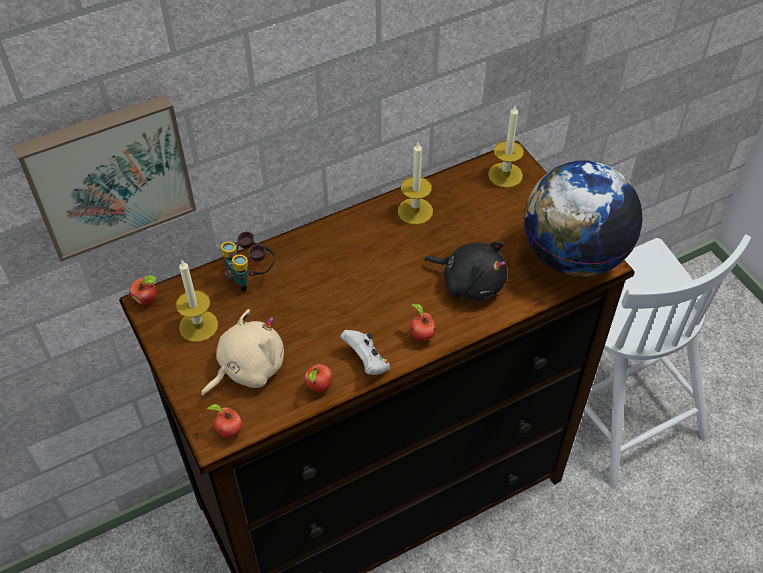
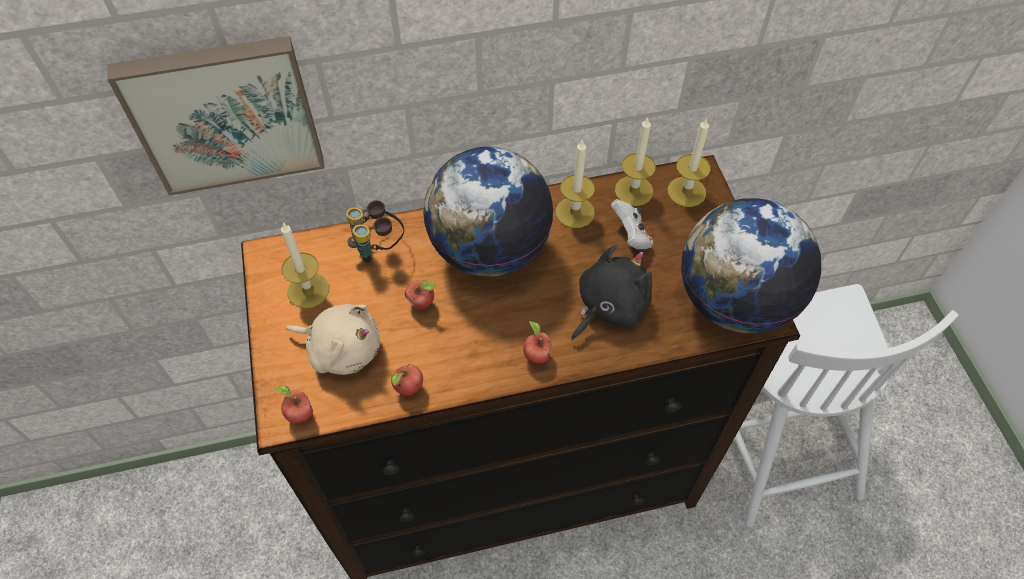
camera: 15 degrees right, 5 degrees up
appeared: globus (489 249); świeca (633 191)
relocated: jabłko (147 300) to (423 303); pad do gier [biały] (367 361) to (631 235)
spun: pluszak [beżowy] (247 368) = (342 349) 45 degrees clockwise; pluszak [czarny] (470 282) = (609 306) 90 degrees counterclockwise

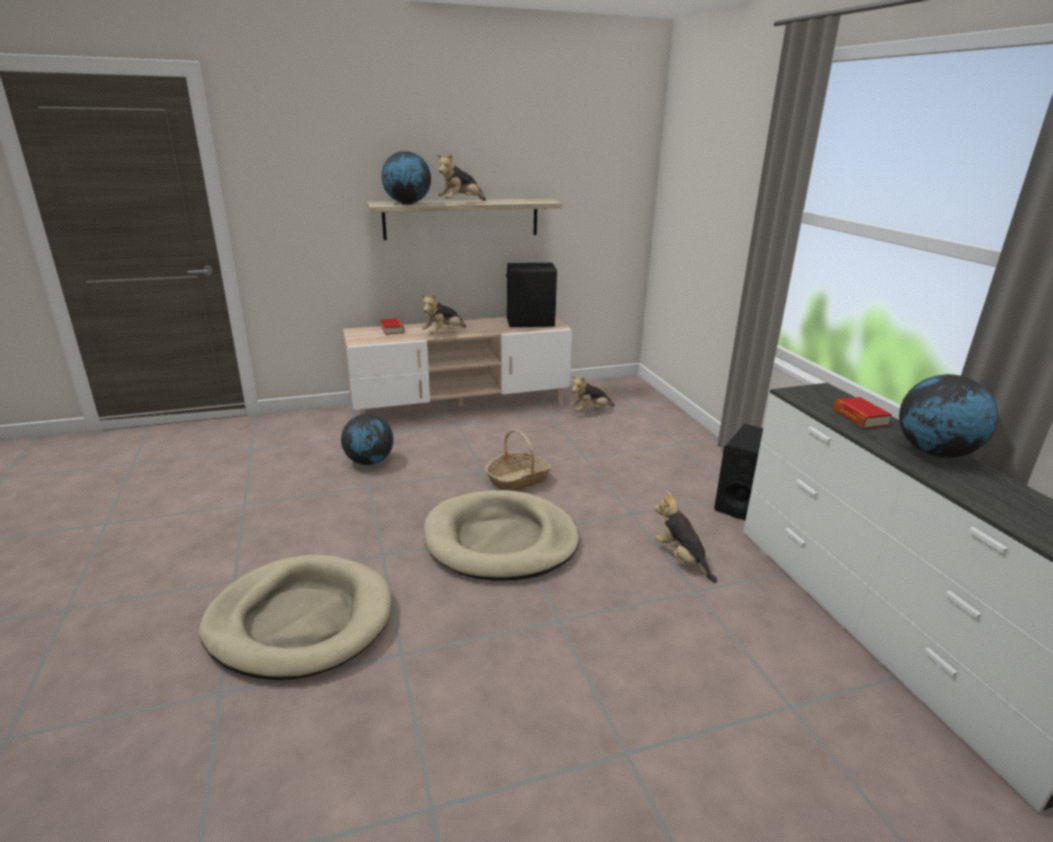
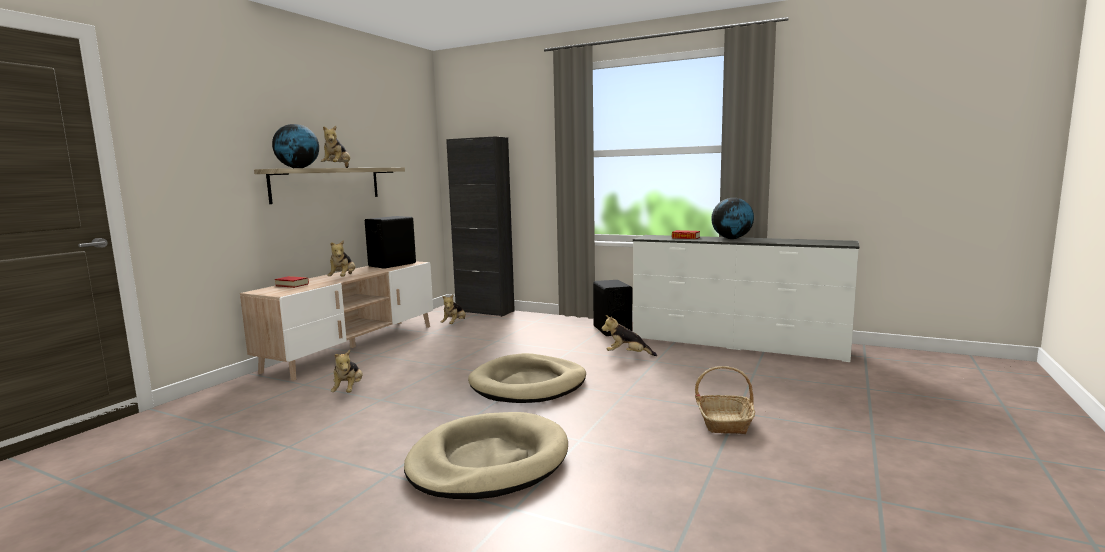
camera: 45 degrees left, 15 degrees down
appeared: szafka [czarny] (485 311)
relocated: koszyk (518 480) to (724 422)
exchanged: globus (370 462) to pluszak (349 390)

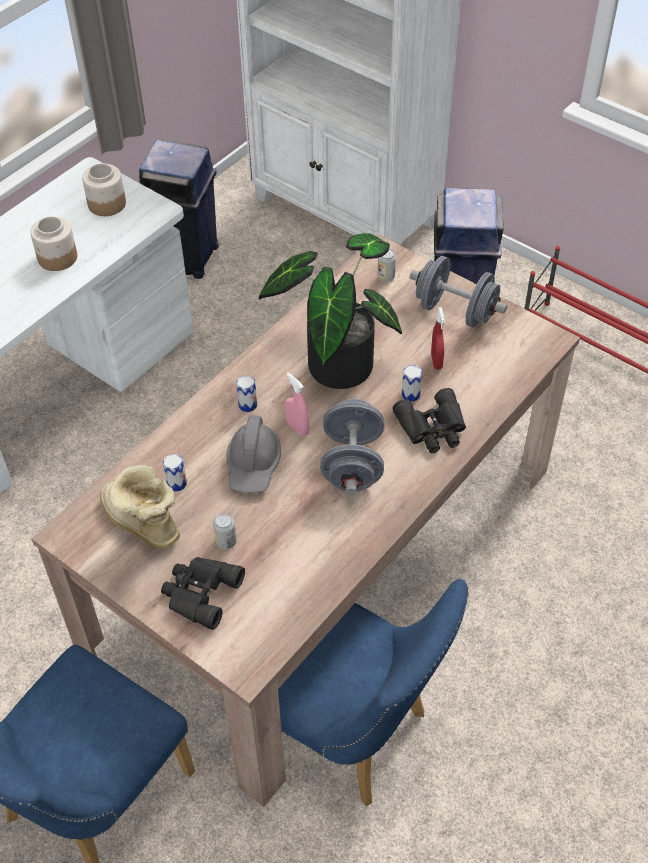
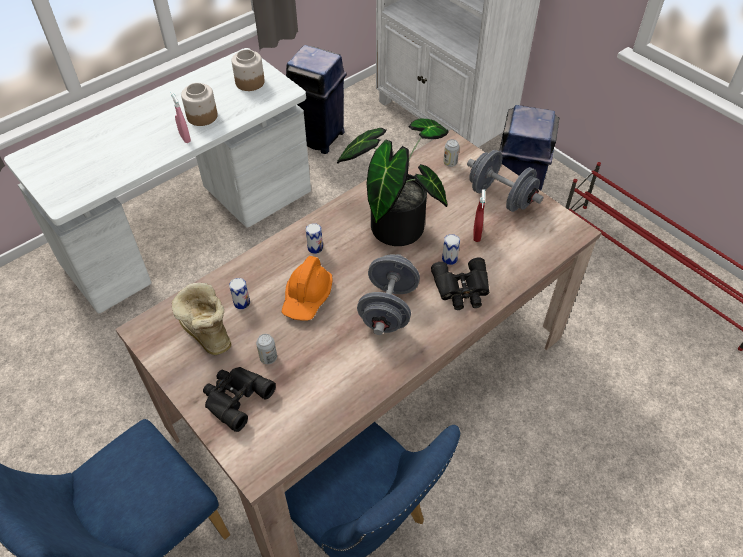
camera: 10 degrees right, 0 degrees up
relocated: spryskiwacz [różowy] (297 428) to (185 138)
colour: kask [szary] (253 465) to kask [pomarańczowy] (307 297)

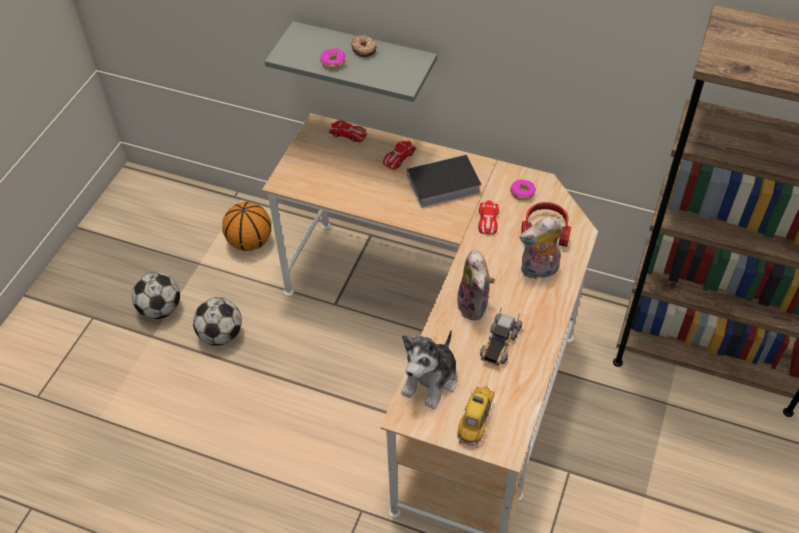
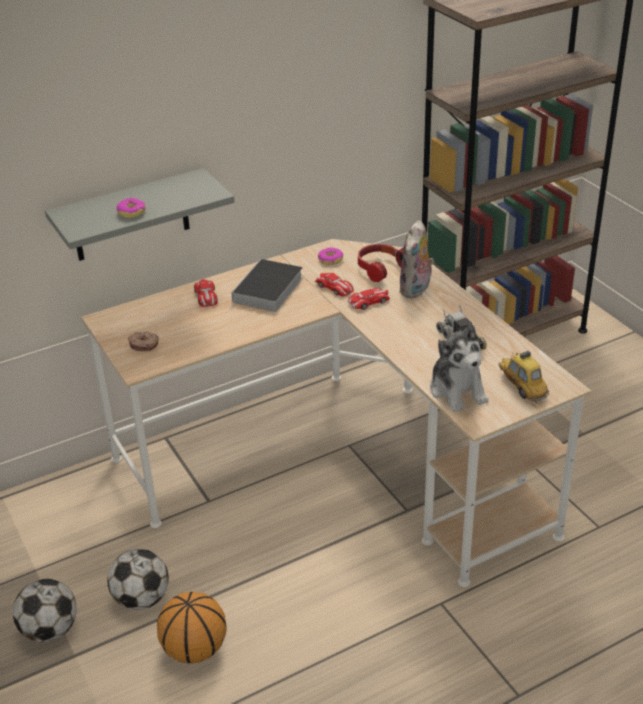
camera: 50 degrees left, 15 degrees down
missing: pluszak (475 306)
relocated: piłka do koszykówki (250 241) to (195 648); samochodzik (348 134) to (369 302); donut (364 49) to (144 344)

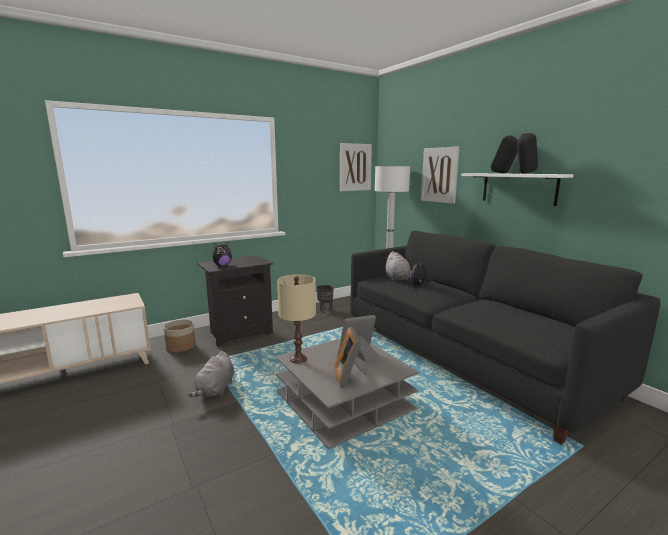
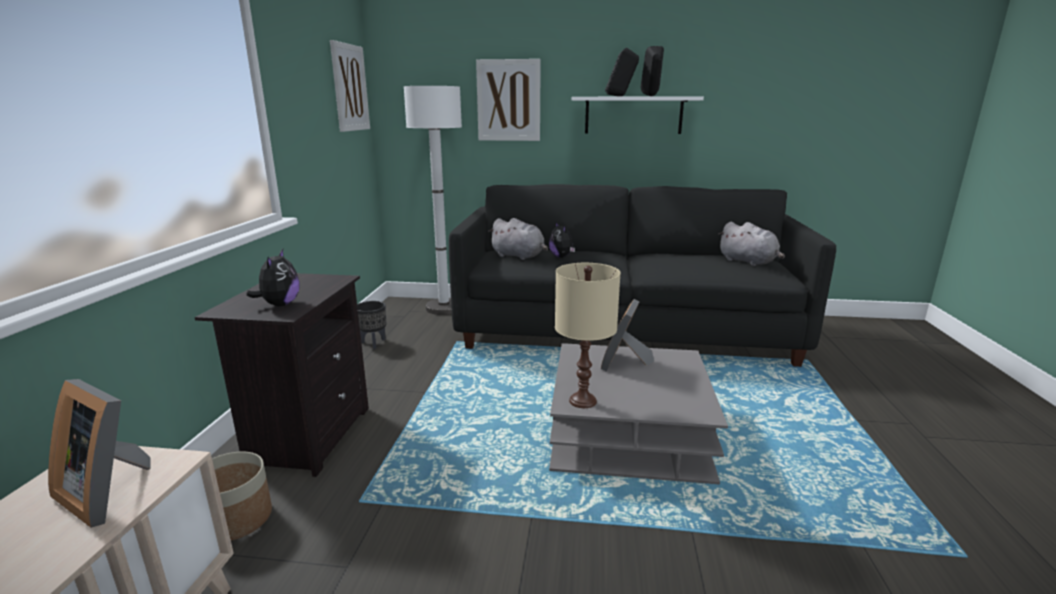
camera: 50 degrees left, 5 degrees up
relocated: pluszak [szary] (215 390) to (749 262); ramka na zdjęcie (350 377) to (110 491)

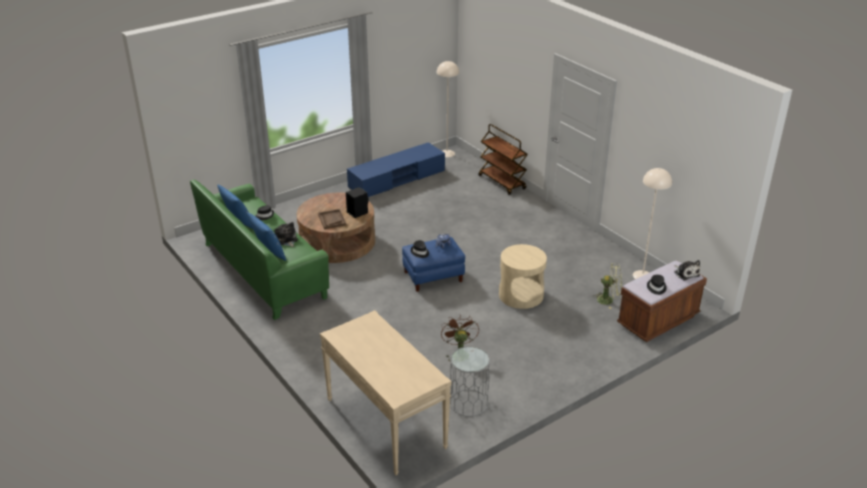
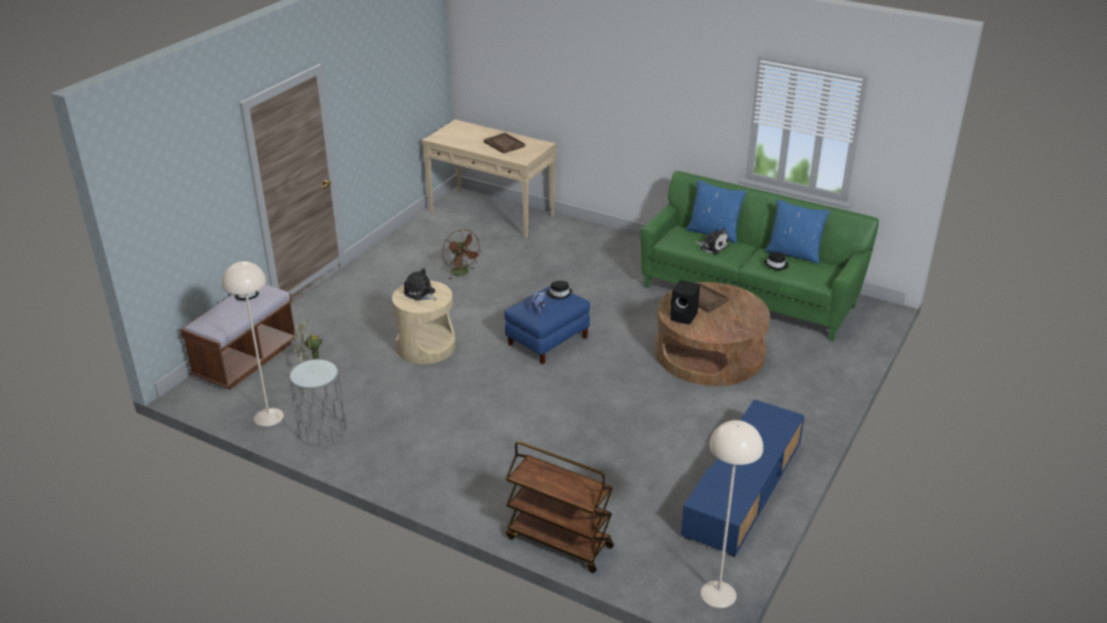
camera: 155 degrees right, 0 degrees up
appeared: taca [brązowy] (504 144)
relocated: stolik [szary] (469 403) to (322 430); pluszak (685 273) to (420 293)

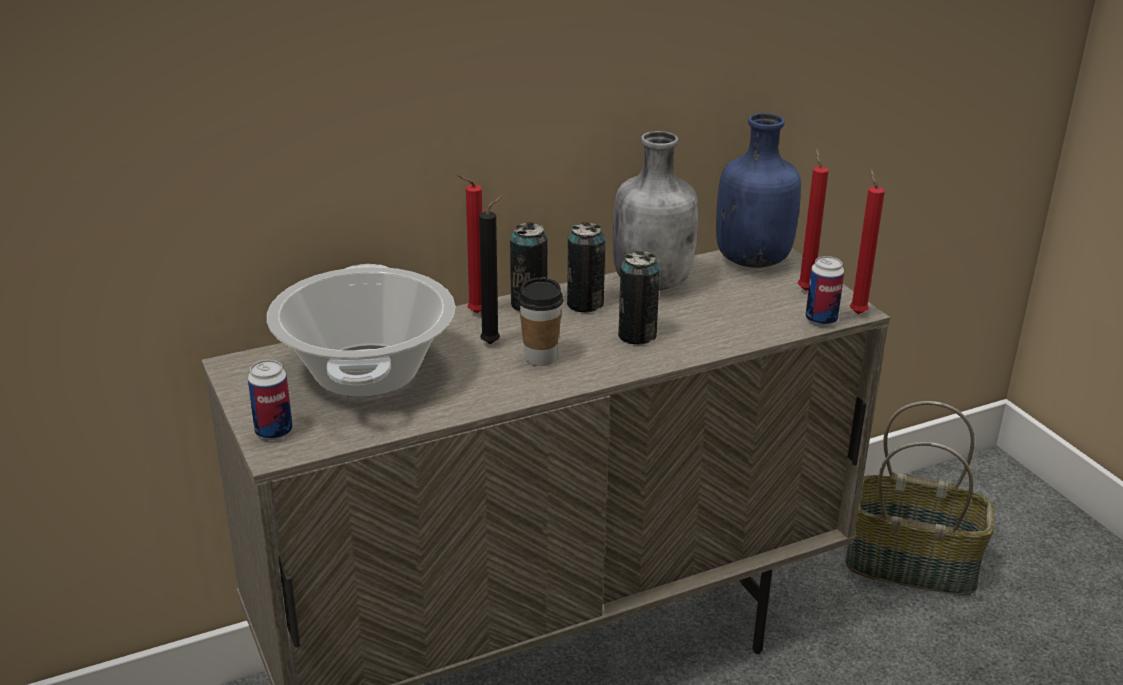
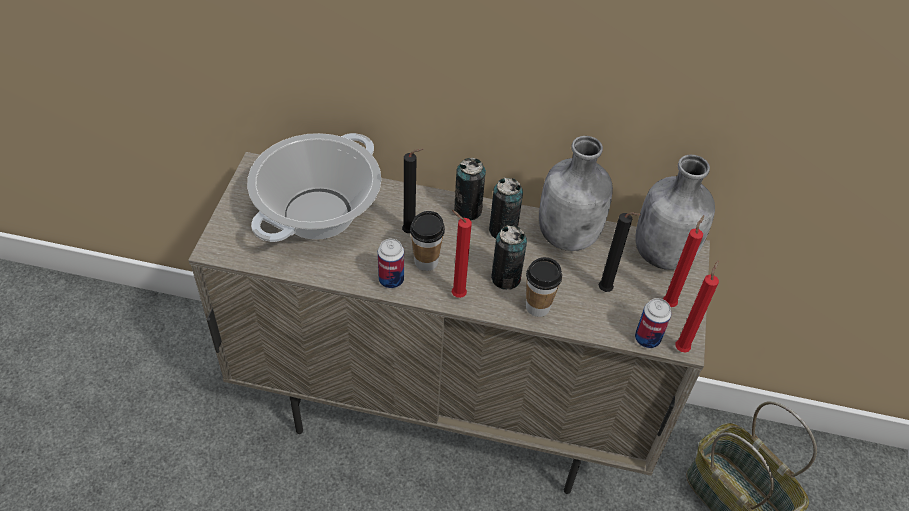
camera: 35 degrees right, 20 degrees up
appeared: filiżanka (537 307); świeca [czarny] (607 291)
relocated: puszka (274 432) to (391 280); świeca [czerwony] (473 313) to (456 294)
colour: butelka [niebieski] (753 260) to butelka [szary] (664 253)

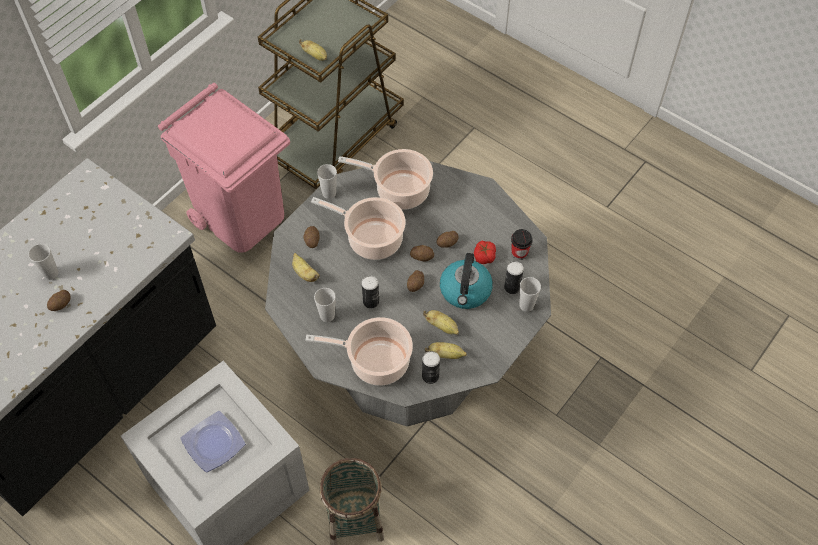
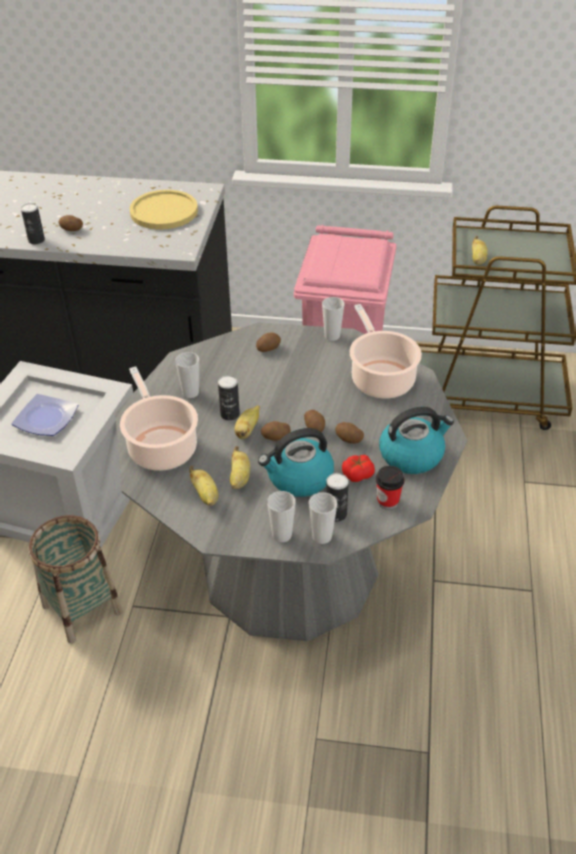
camera: 60 degrees right, 15 degrees down
missing: garnek (371 238)
appeared: talerz [żółty] (164 211); czajnik (412 455)
relocated: filiżanka (51 273) to (282 535); banan (304 273) to (247 430); puszka (430 376) to (36 240)

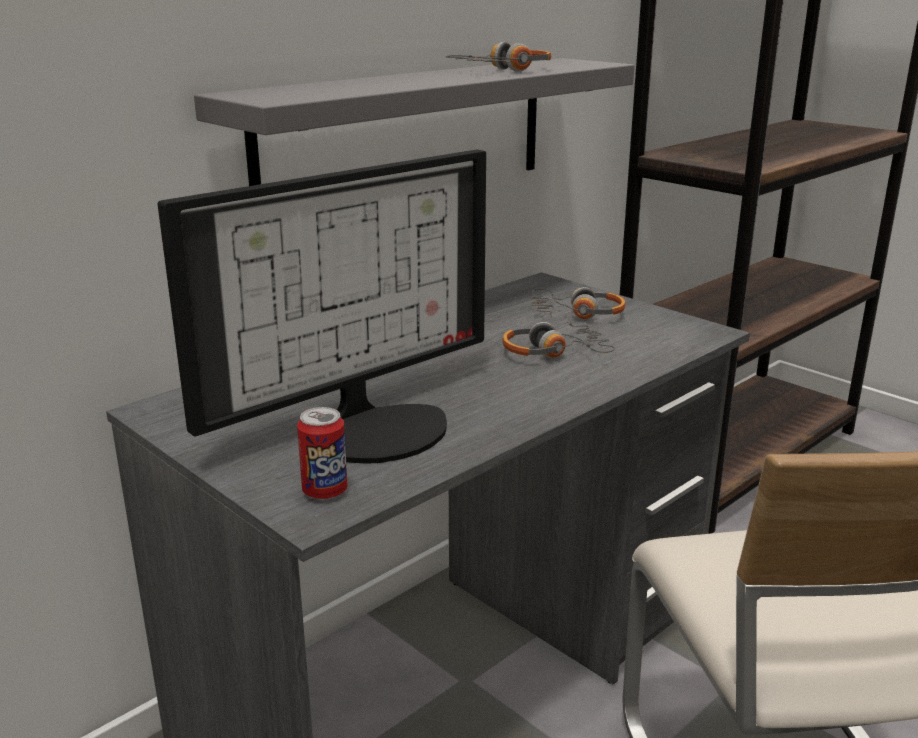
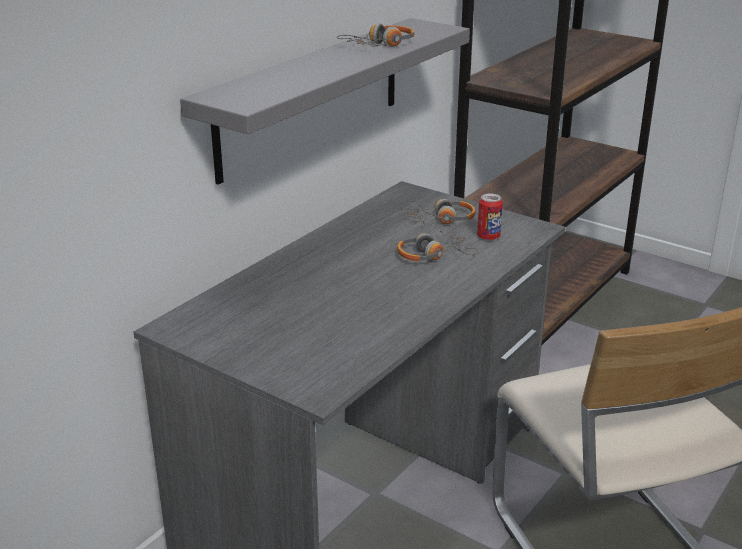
camera: 10 degrees left, 5 degrees up
missing: monitor (377 427)
relocated: puszka (325 491) to (488 237)

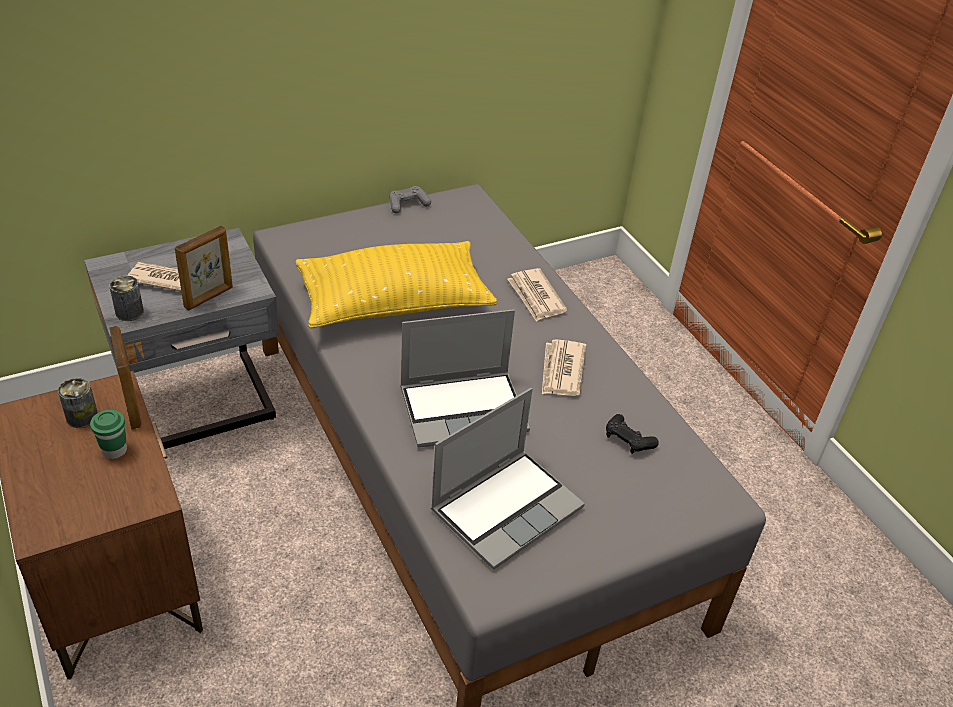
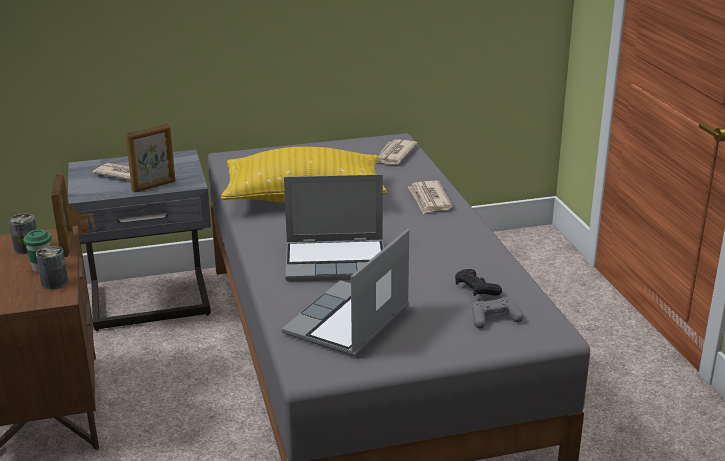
camera: 15 degrees right, 15 degrees down
relocated: puszka (129 312) to (54 282); pad do gier [szary] (408 205) to (494 319); gazeta (561 371) to (394 155)
spun: laptop (507 507) = (348 322) 150 degrees clockwise

